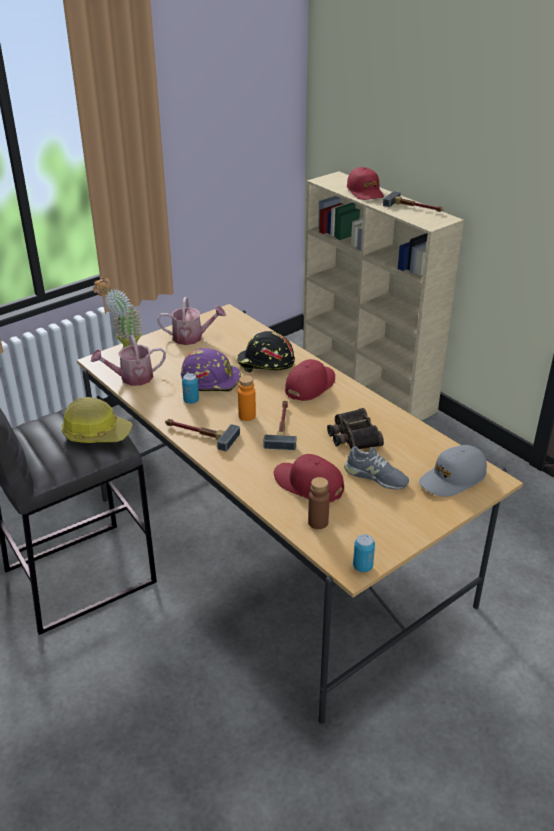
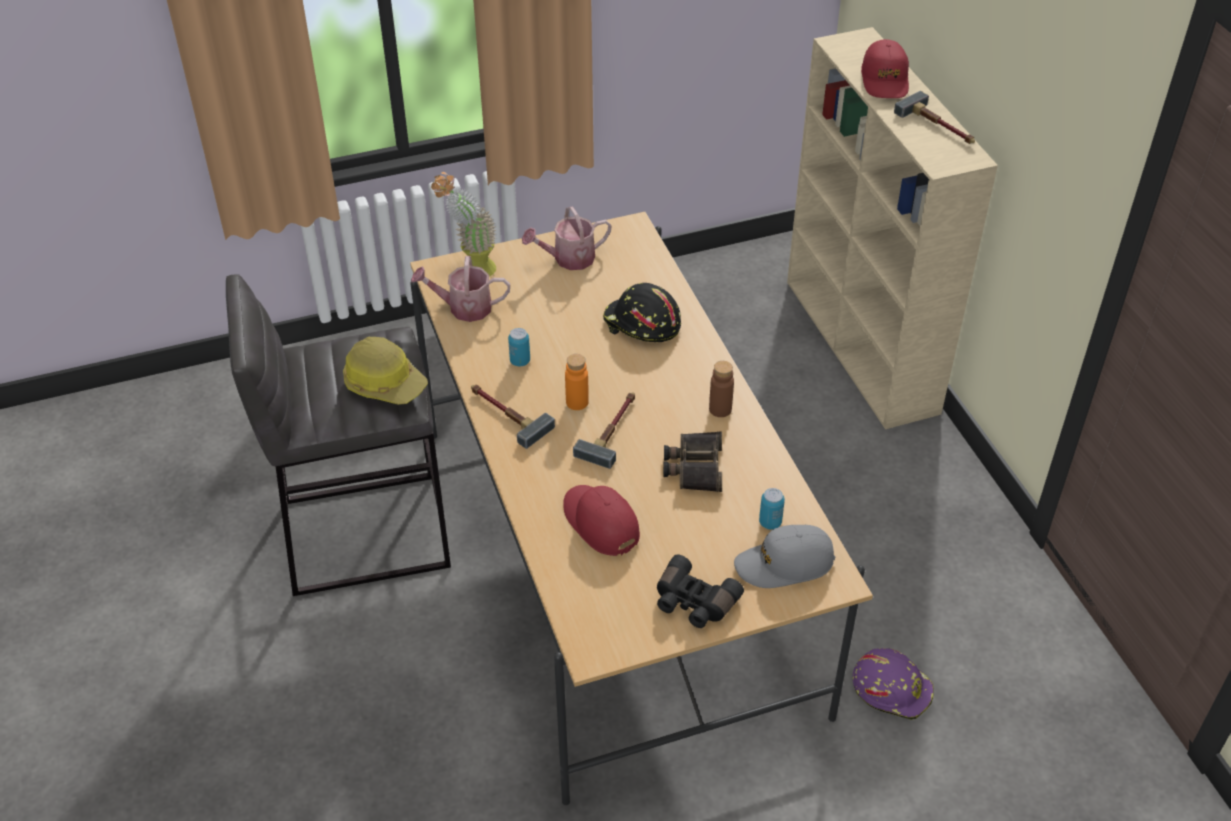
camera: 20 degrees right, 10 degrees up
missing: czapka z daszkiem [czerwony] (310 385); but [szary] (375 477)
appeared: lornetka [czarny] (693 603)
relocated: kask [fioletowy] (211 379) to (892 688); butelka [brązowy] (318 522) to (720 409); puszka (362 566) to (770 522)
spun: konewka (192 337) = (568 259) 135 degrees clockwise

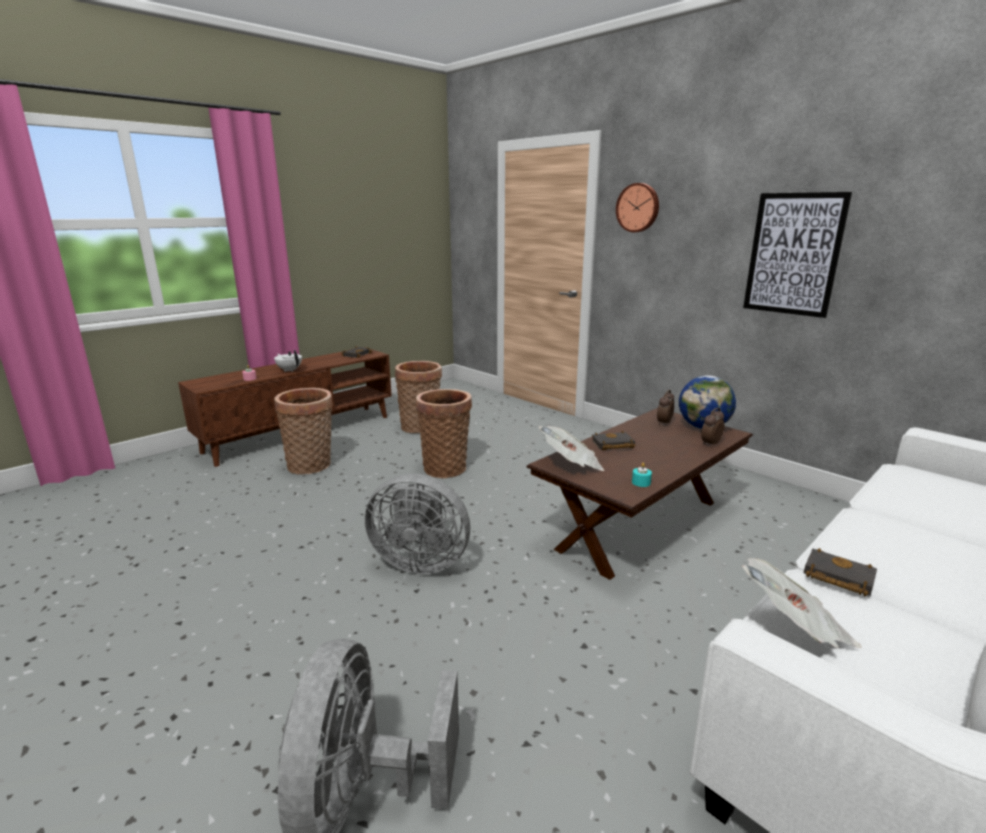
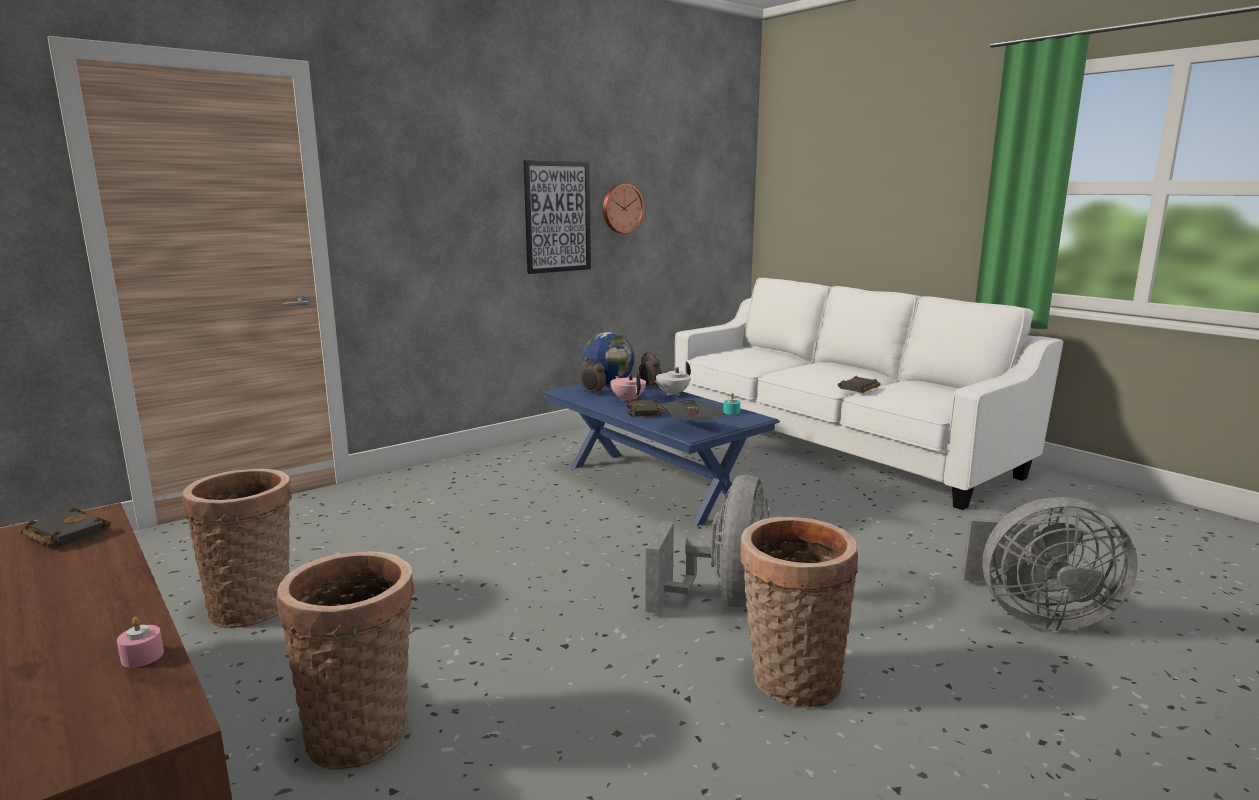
camera: 85 degrees left, 5 degrees down
missing: gazeta (794 628)
appeared: imbryk [różowy] (628 399)
relocated: imbryk [biały] (289 370) to (672 394); koszyk (445 467) to (790 679); zegar ścienny (638 208) to (621 208)
colour: ława [brązowy] (639 525) to ława [niebieski] (653 486)

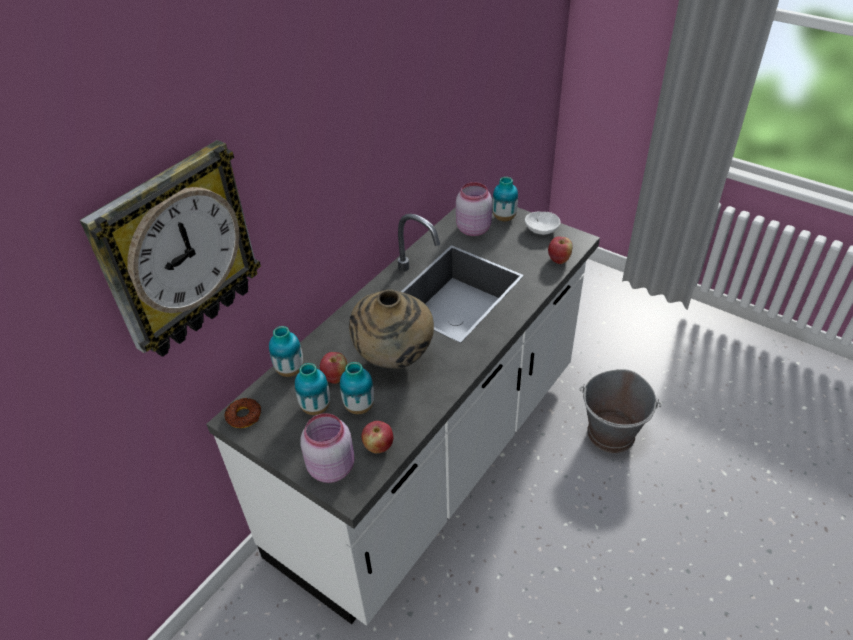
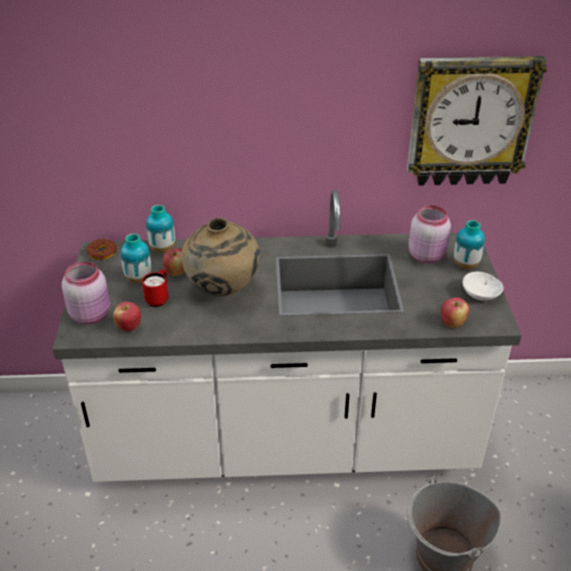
camera: 50 degrees right, 5 degrees down
relocated: zegar ścienny (178 253) to (470 121)
exchanged: wazon (359 407) to kubek [czerwony] (158 298)

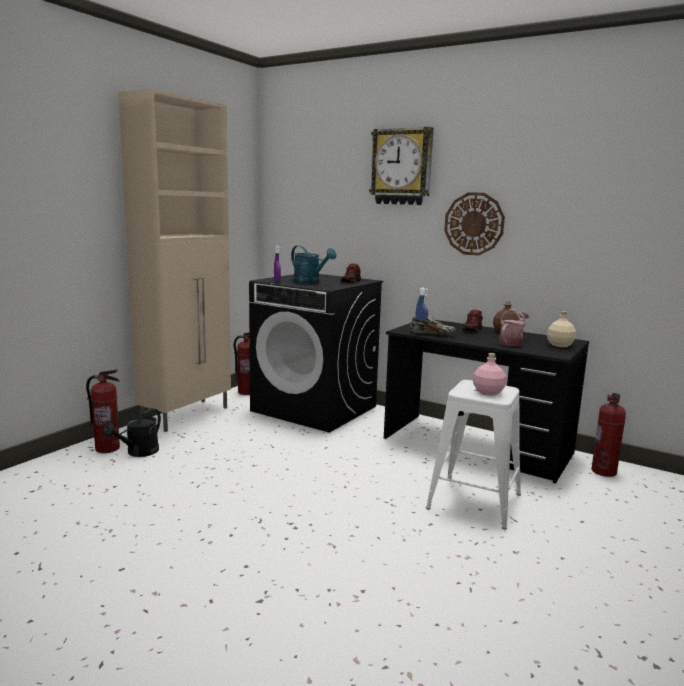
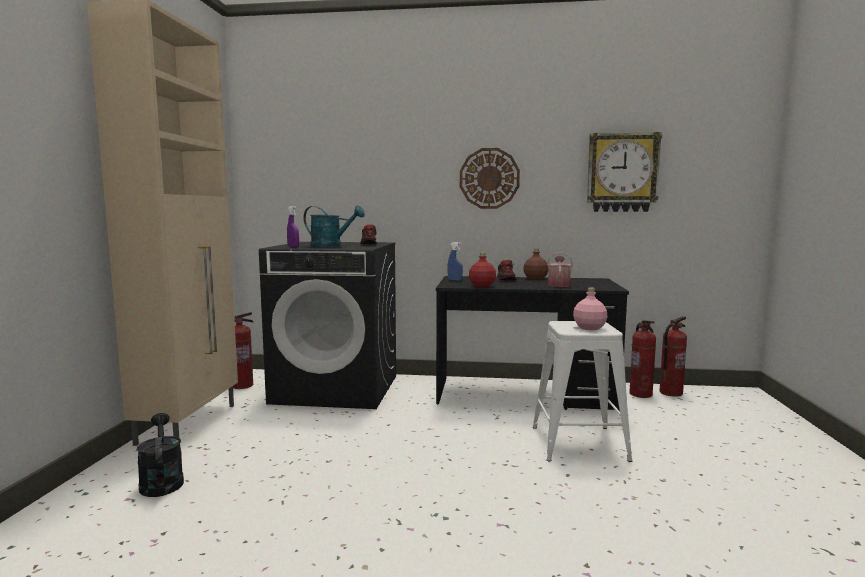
camera: 25 degrees left, 5 degrees down
missing: butelka [beżowy] (560 345)
relocated: gaśnica (108 448) to (670 392); zegar ścienny (401 167) to (622 173)
exchanged: but (432 334) to butelka [czerwony] (482 285)
spun: konewka [czarny] (138 453) = (161 481) 150 degrees clockwise

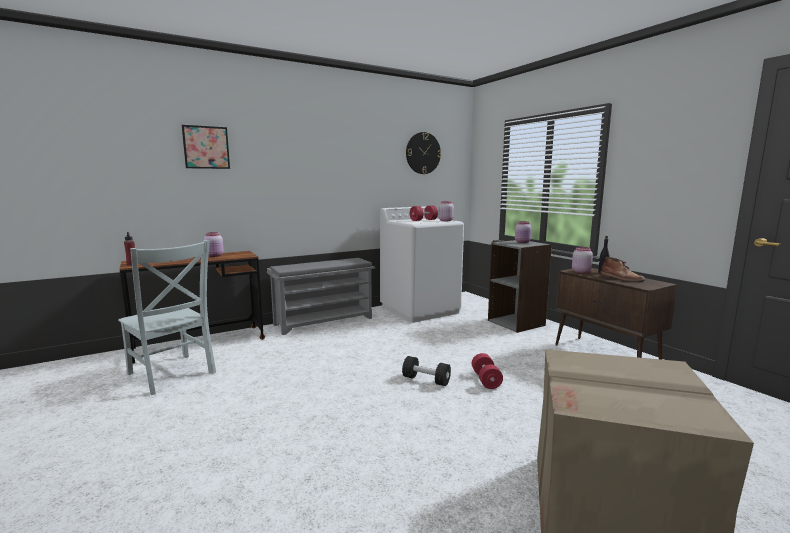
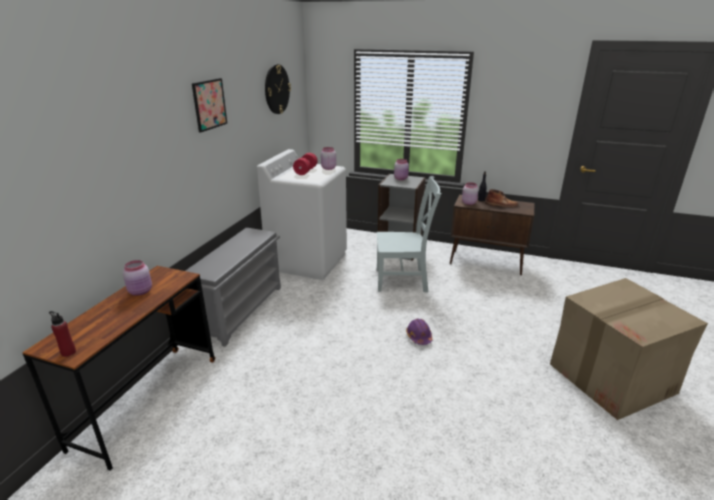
camera: 40 degrees left, 15 degrees up
missing: hantel [czerwony] (486 380)
relocated: krzesło [szary] (172 374) to (404 280); obraz (206 147) to (209 104)
exchanged: hantel [czarny] (426 380) to kask [fioletowy] (419 336)

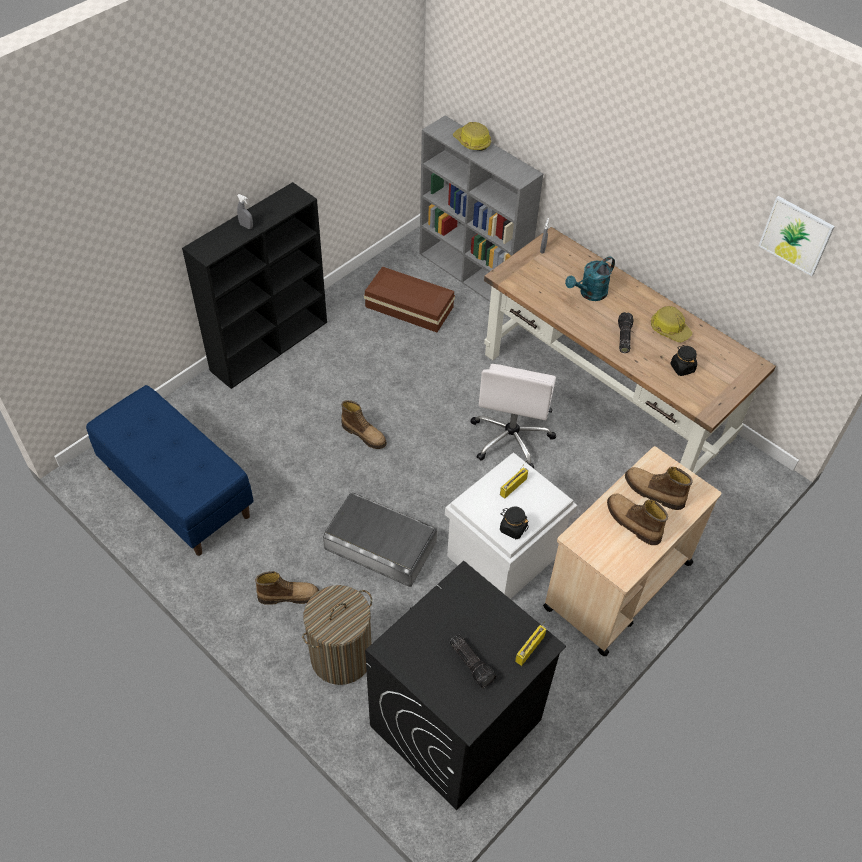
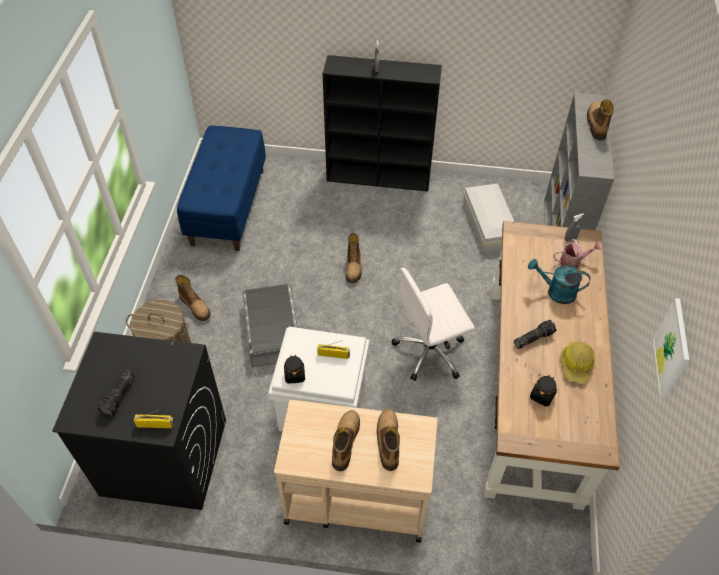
camera: 55 degrees right, 0 degrees up
appeared: konewka (573 261)
exchanged: kask (472 142) to but z cholewką (596 124)
colour: pojemnik do przechowywania [brązowy] (410 308) to pojemnik do przechowywania [biały] (488 225)

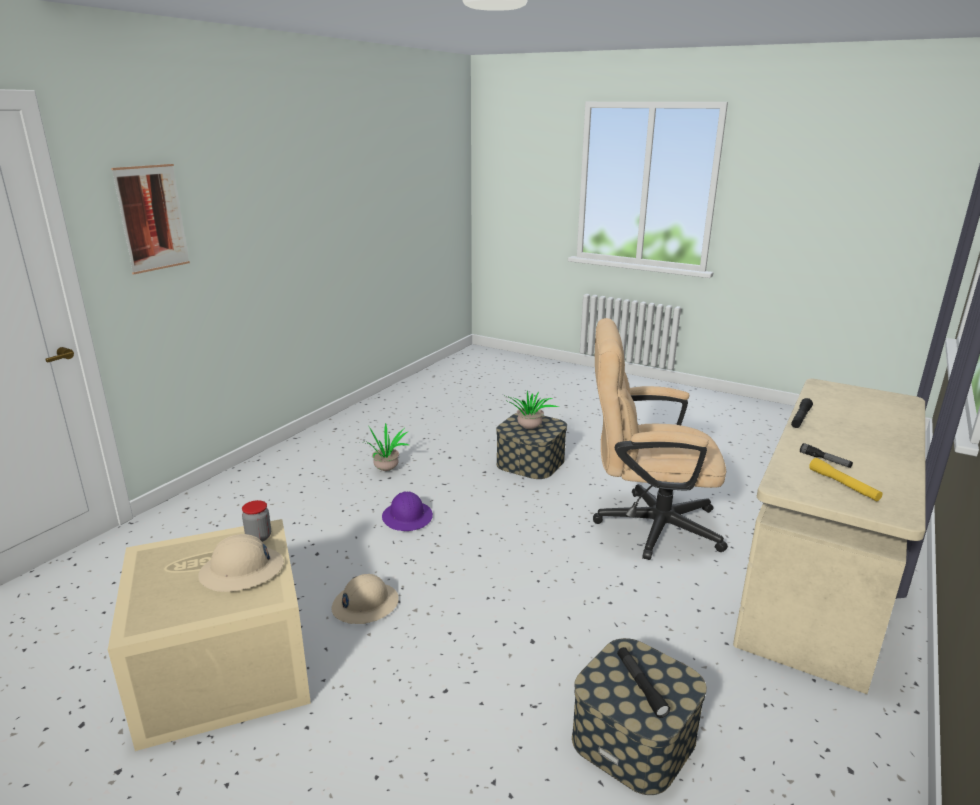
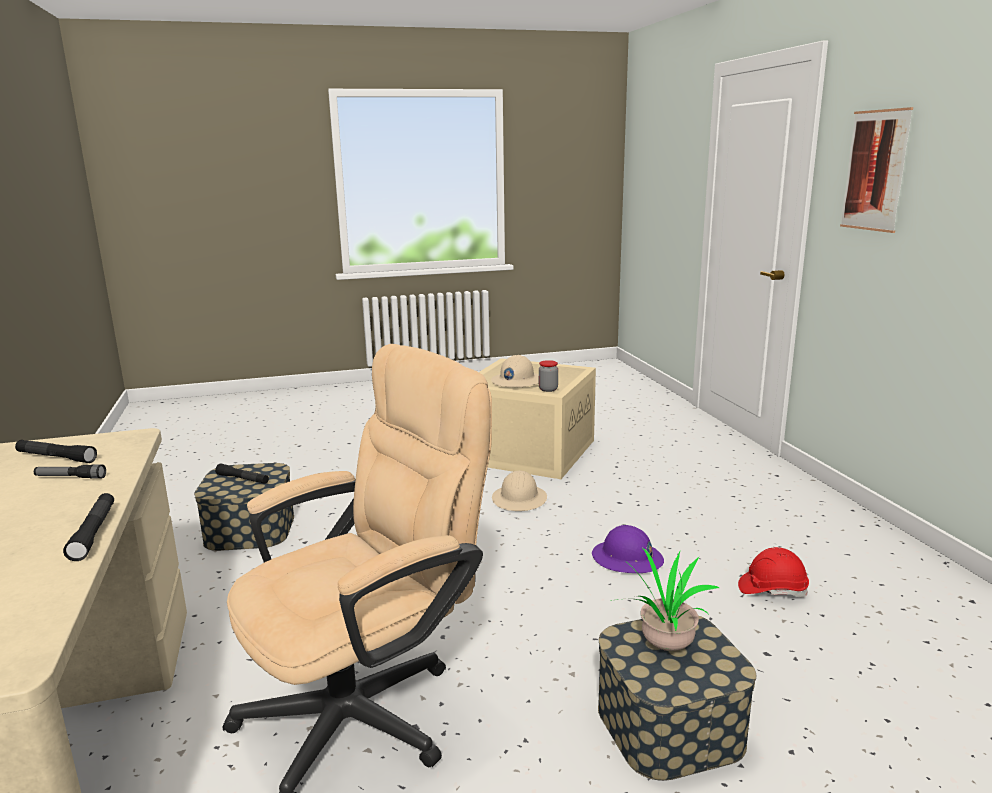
camera: 135 degrees right, 5 degrees down
exchanged: roślina doniczkowa (386 469) to kask [czerwony] (772 589)
colour: latarka [żółty] (843 485) to latarka [czarny] (56 457)

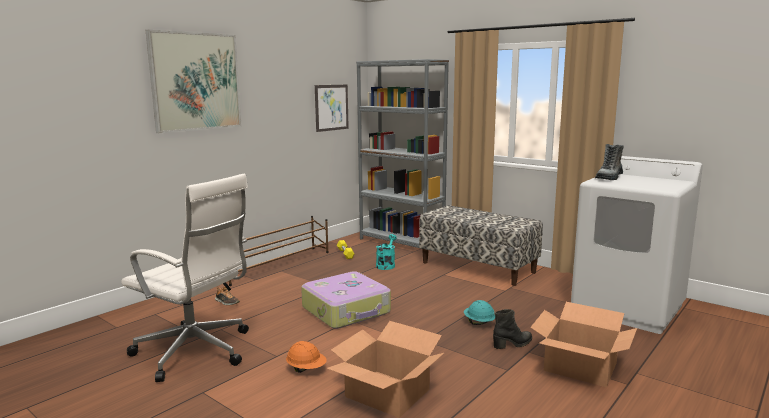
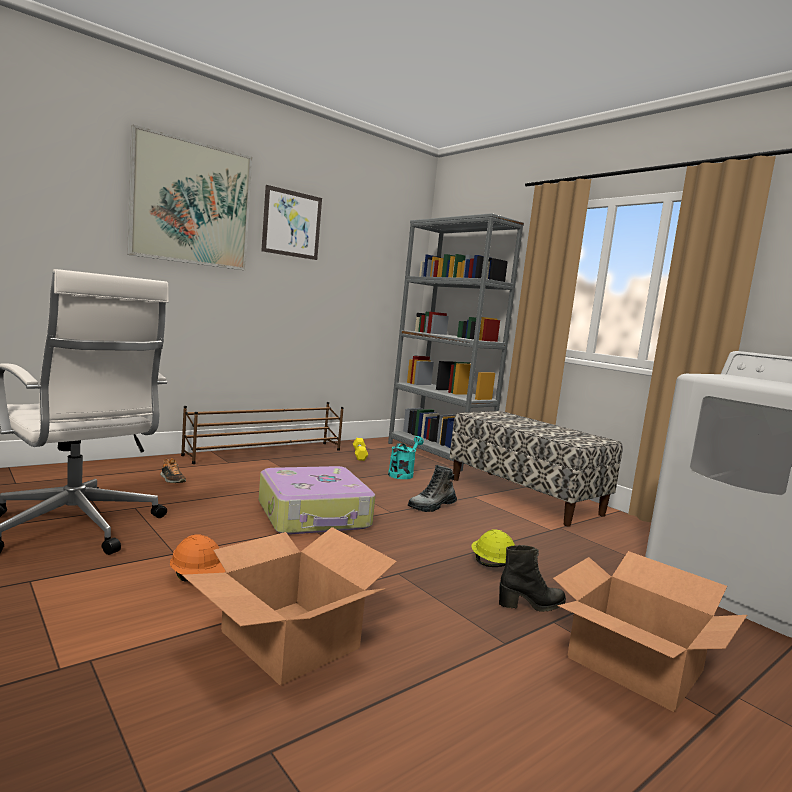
camera: 10 degrees right, 5 degrees down
relocated: obraz (331 107) to (292 224); but z cholewką (609 177) to (432 506)
colour: kask [turkusowy] (479 323) to kask [żółty] (492 564)

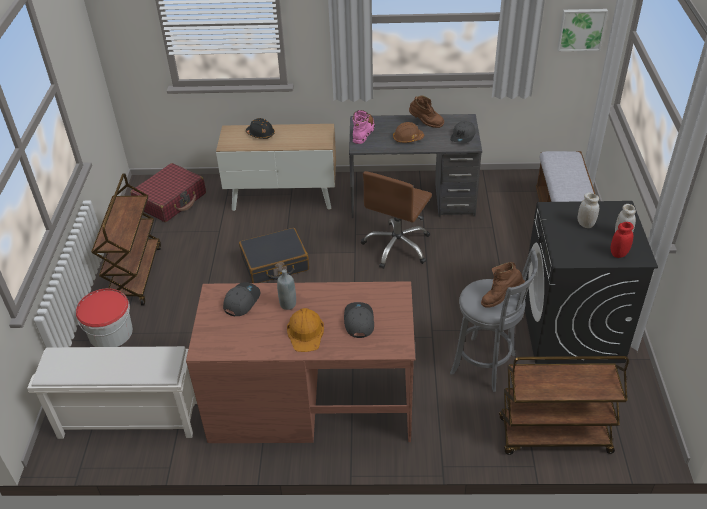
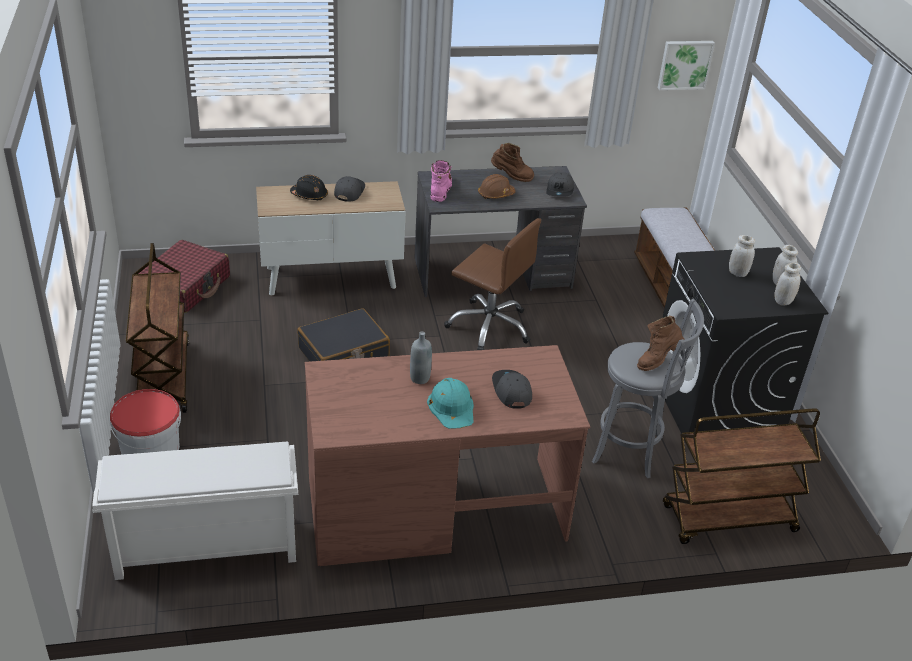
camera: 15 degrees left, 5 degrees down
relocated: czapka z daszkiem [szary] (241 301) to (348 191)
colour: kask [pomarańczowy] (306 332) to kask [turkusowy] (452 407); słoik [czerwony] (619 254) to słoik [biały] (783 301)
spun: krzesło biurowe [brązowy] (397 246) = (489 326) 75 degrees counterclockwise

